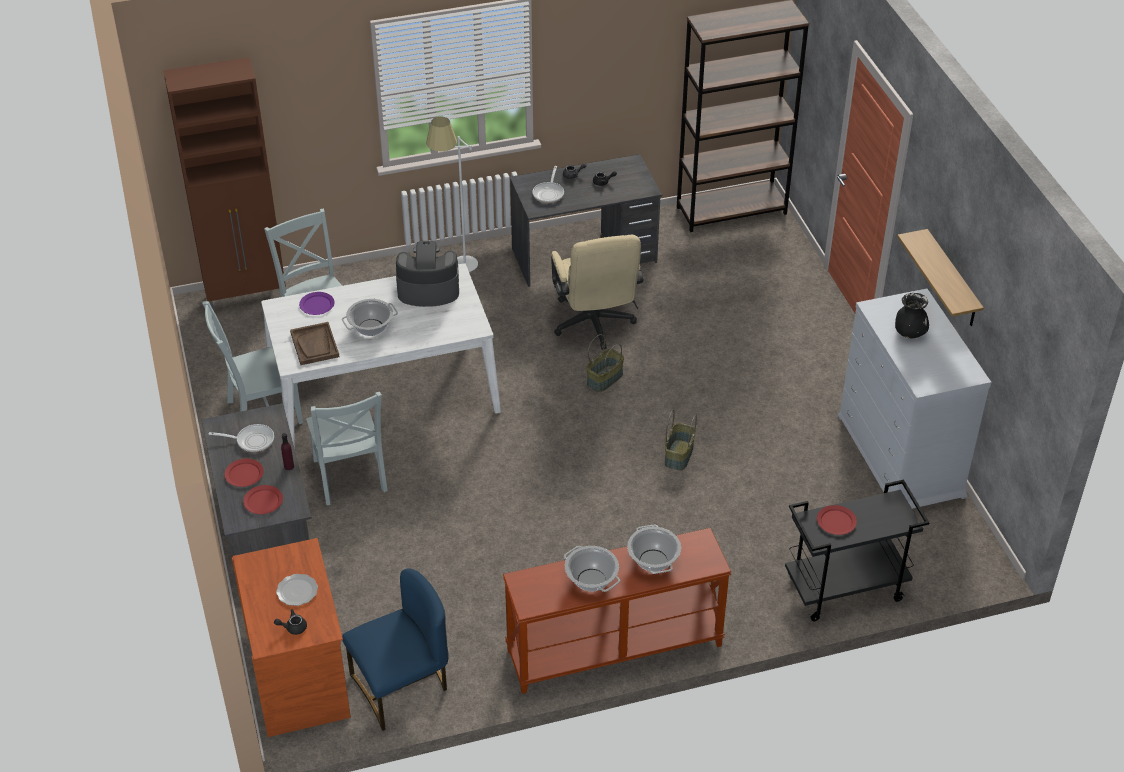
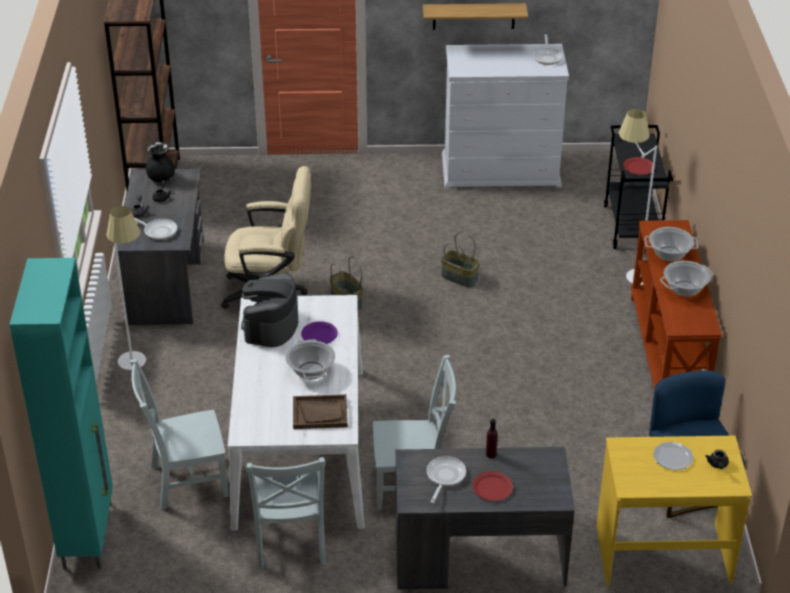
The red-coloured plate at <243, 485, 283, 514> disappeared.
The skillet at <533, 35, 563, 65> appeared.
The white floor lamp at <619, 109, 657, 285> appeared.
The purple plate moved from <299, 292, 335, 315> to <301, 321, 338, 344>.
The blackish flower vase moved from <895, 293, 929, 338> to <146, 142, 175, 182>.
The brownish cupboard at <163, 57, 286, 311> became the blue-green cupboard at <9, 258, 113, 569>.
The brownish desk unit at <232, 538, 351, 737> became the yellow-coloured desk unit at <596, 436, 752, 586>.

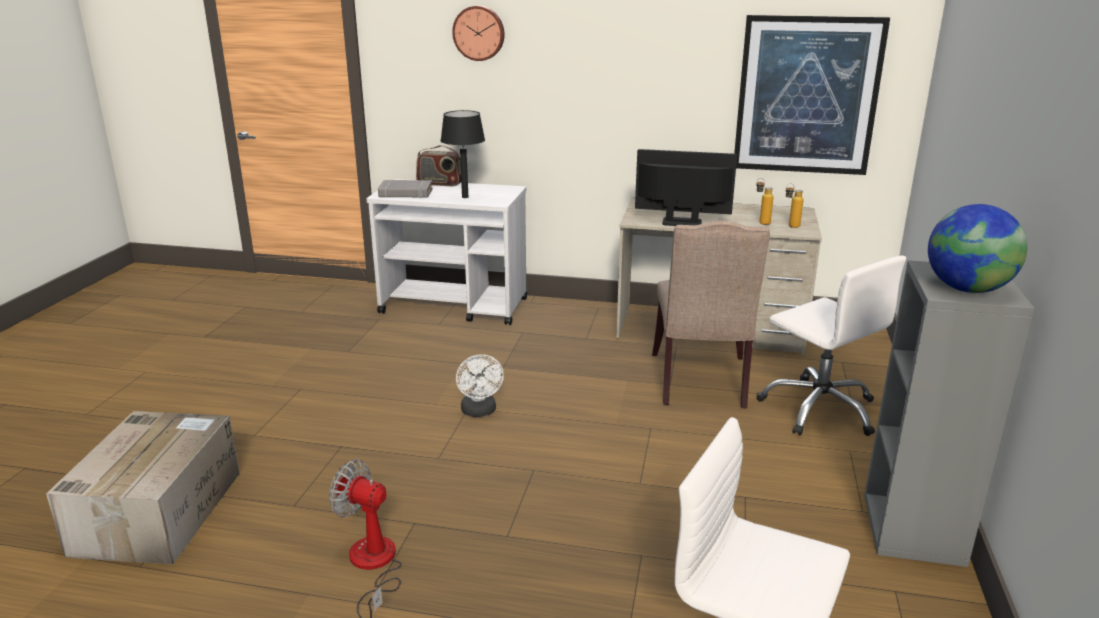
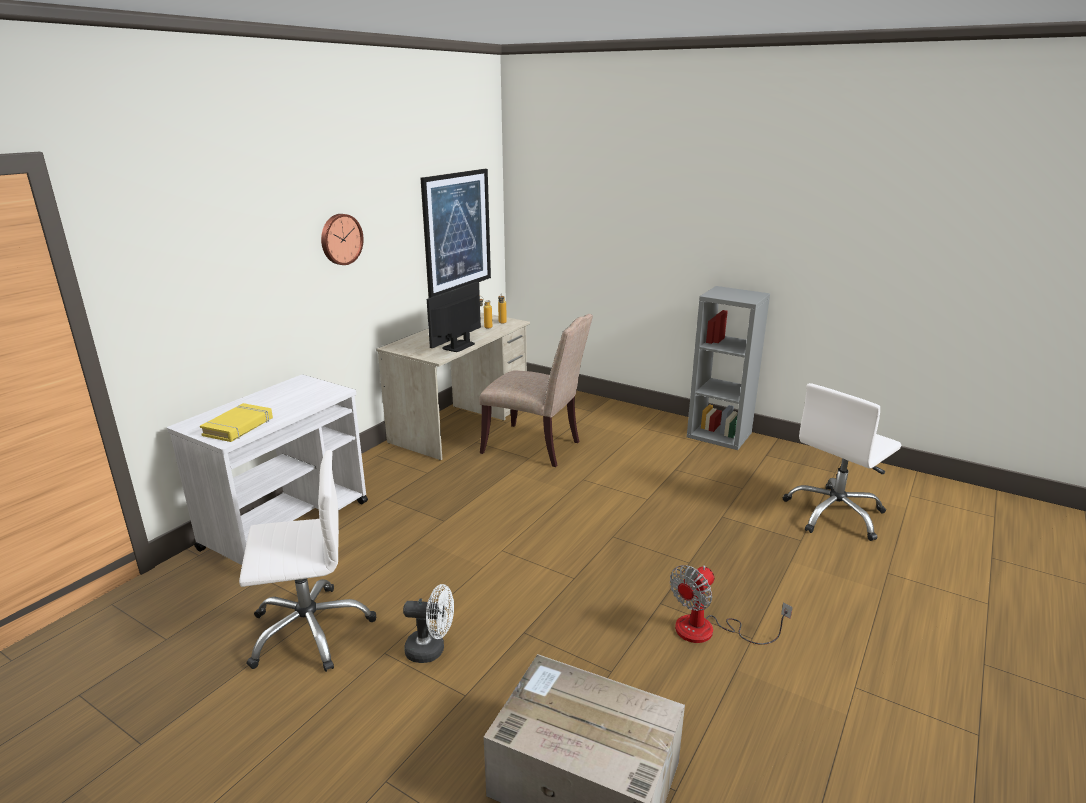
The radio at <416, 145, 461, 186> disappeared.
The blackish lamp for a table at <440, 110, 485, 198> disappeared.
The globe at <928, 204, 1027, 293> disappeared.
The hanging clock moved from <452, 6, 505, 61> to <321, 214, 364, 265>.
The white electric fan moved from <456, 354, 504, 417> to <403, 584, 454, 663>.
The white computer chair moved from <757, 256, 906, 436> to <239, 450, 376, 672>.
The gray volume at <378, 180, 433, 198> became the yellow-coloured volume at <200, 403, 273, 442>.

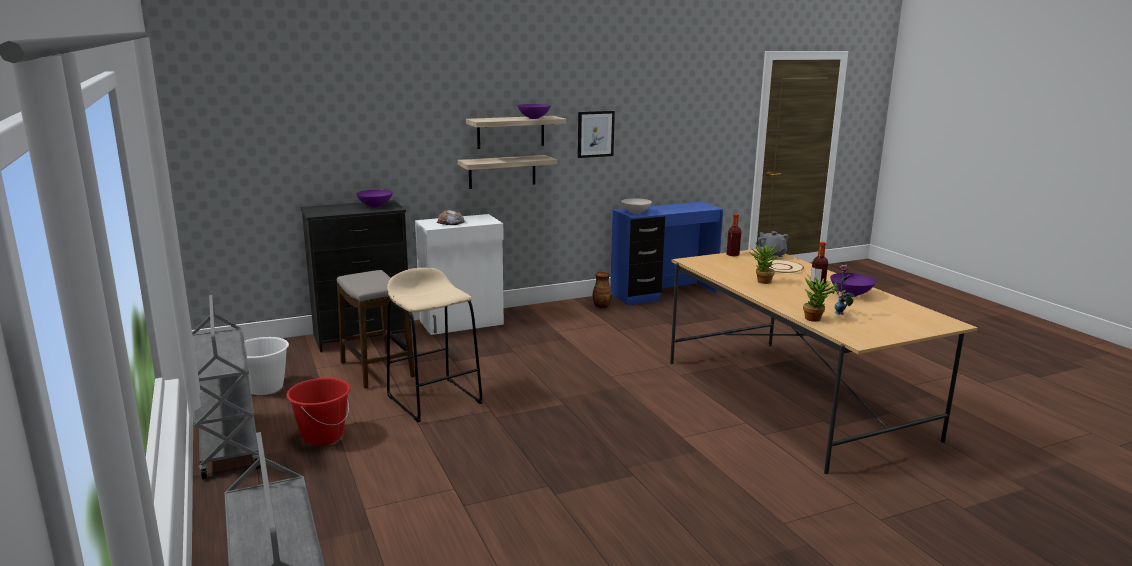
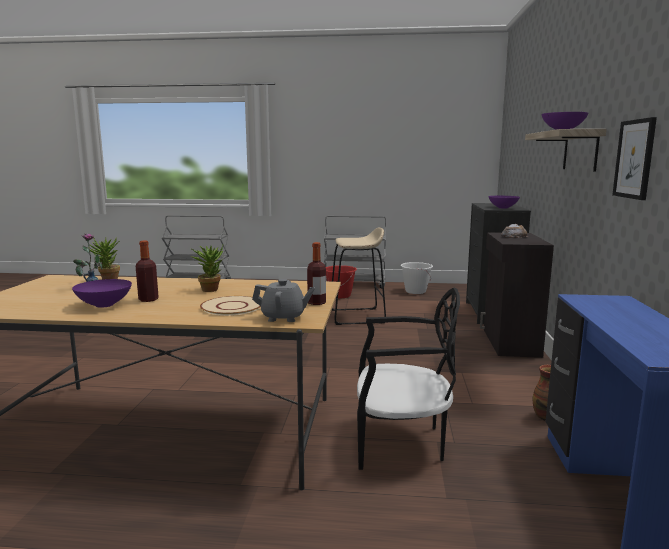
The sitting stool at <337, 270, 415, 389> disappeared.
The shelf at <458, 155, 557, 189> disappeared.
The white bowl at <621, 198, 652, 214> disappeared.
The blackish plain chair at <357, 287, 460, 470> appeared.
The white cupboard at <415, 214, 504, 335> became the blackish cupboard at <480, 232, 554, 358>.

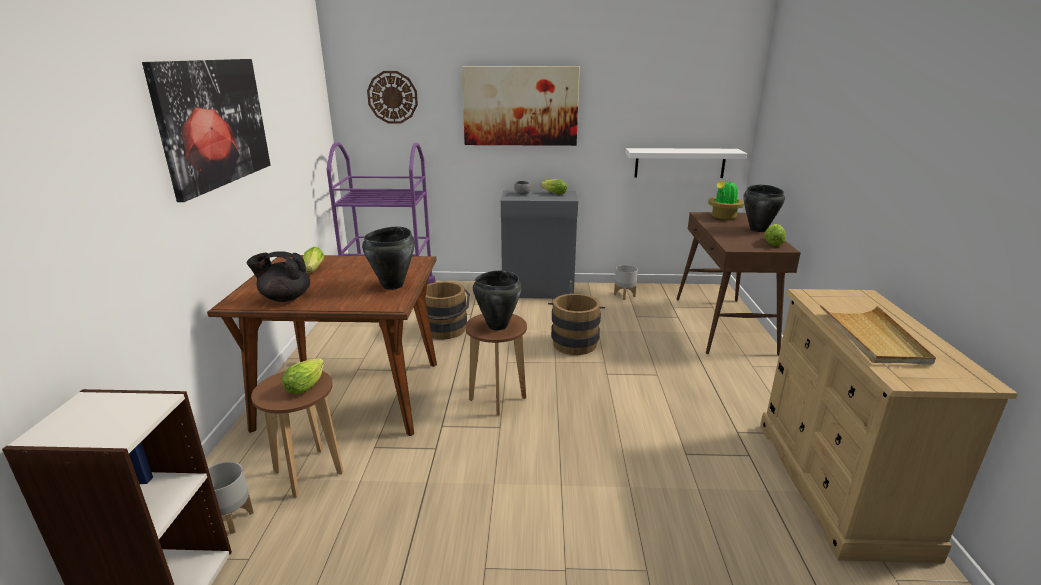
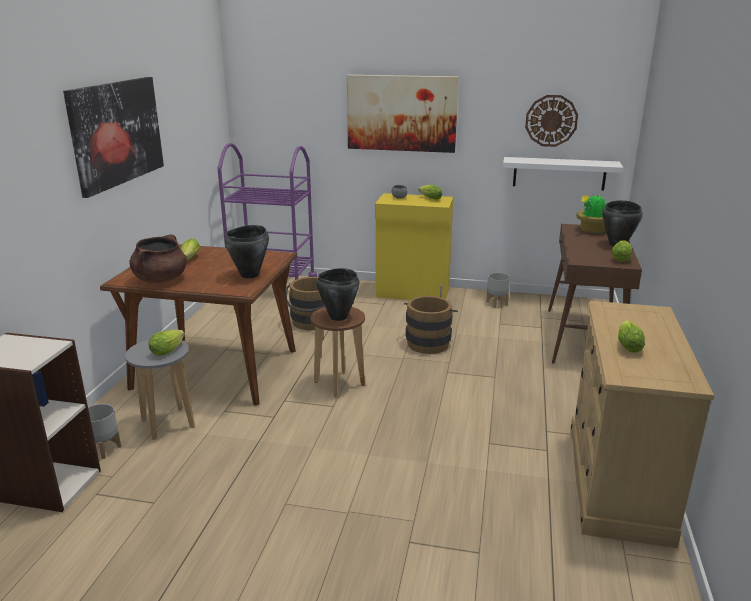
The hanging clock moved from <367, 71, 418, 124> to <525, 95, 578, 147>.
The blackish pot for tea at <247, 251, 310, 302> was replaced by the brownish saucepot at <129, 235, 187, 283>.
The beige-coloured carrying tray at <820, 305, 936, 364> was replaced by the lettuce head at <618, 320, 645, 353>.
The brownish sitting stool at <251, 371, 344, 497> became the gray sitting stool at <125, 339, 195, 440>.
The gray cupboard at <501, 190, 578, 299> became the yellow-coloured cupboard at <375, 193, 453, 300>.

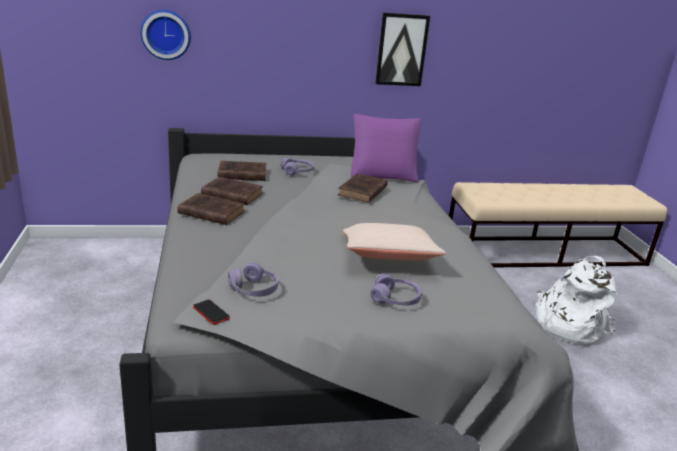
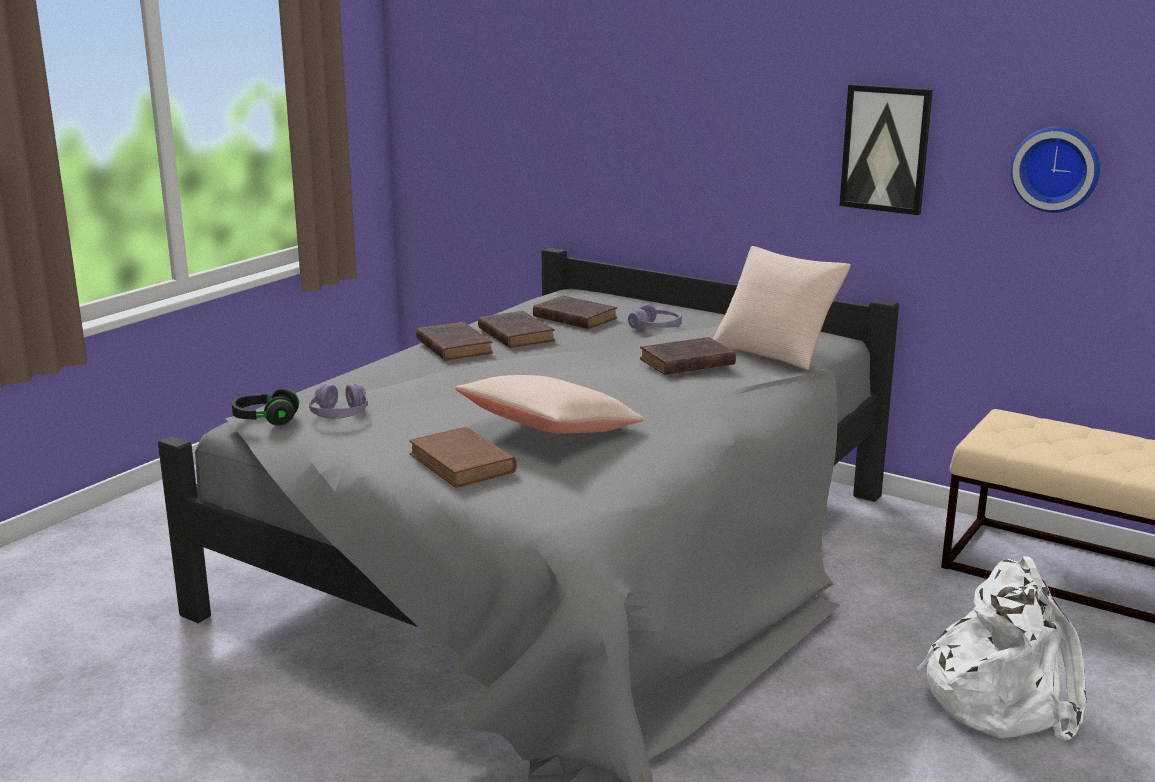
The hanging clock moved from <140, 10, 191, 60> to <1011, 126, 1100, 213>.
The handset at <193, 300, 230, 325> was replaced by the blackish pair of headphones at <232, 388, 299, 426>.
The purple pair of headphones at <370, 273, 422, 305> was replaced by the brownish volume at <409, 427, 517, 488>.
The purple pillow at <351, 114, 421, 182> became the beige-coloured pillow at <713, 246, 851, 370>.

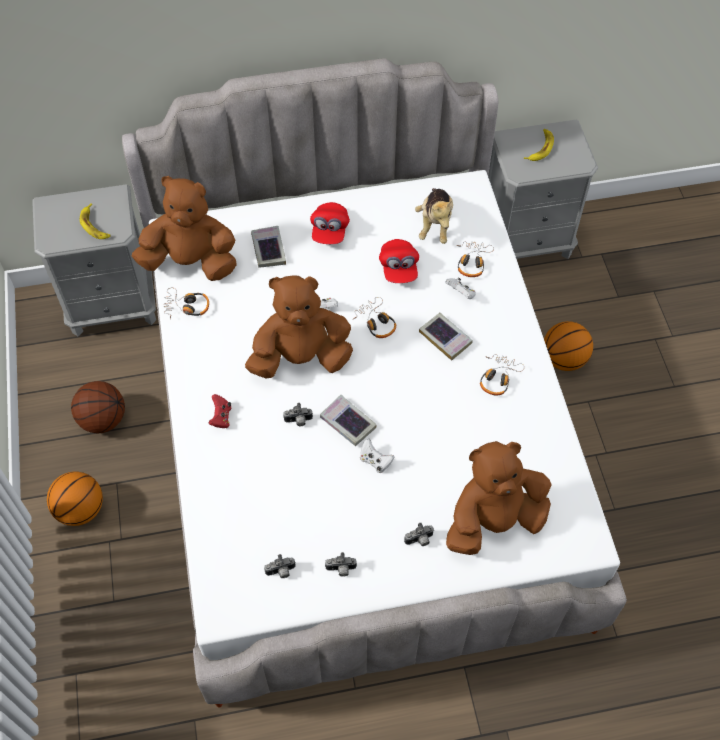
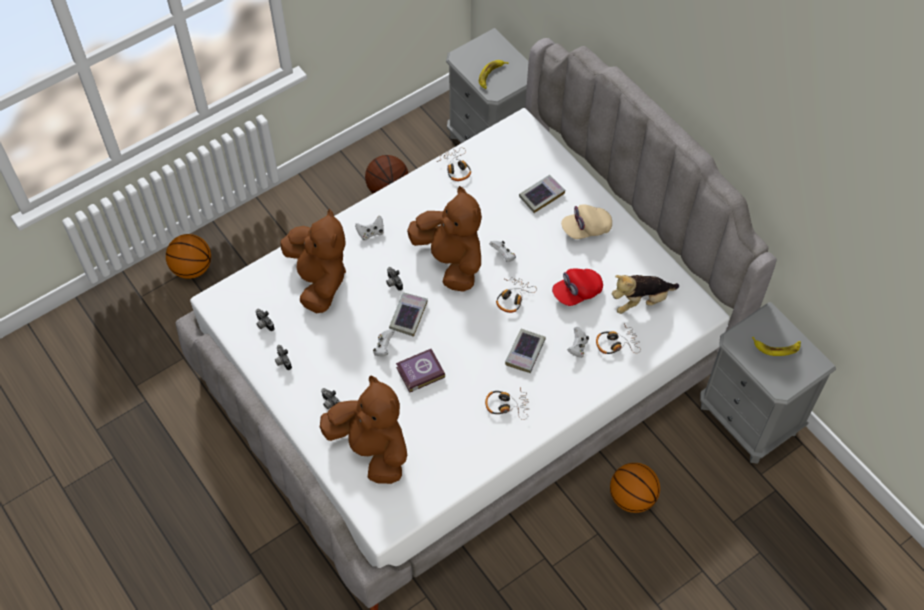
The volume at <396, 349, 445, 393> appeared.
The basketball moved from <47, 472, 103, 526> to <166, 234, 211, 279>.
The brownish cuddly toy moved from <132, 176, 237, 281> to <281, 209, 346, 313>.
The red-coloured game controller at <209, 394, 231, 428> became the white game controller at <355, 215, 384, 240>.
The red-coloured baseball cap at <310, 202, 350, 244> became the beige-coloured baseball cap at <561, 204, 612, 239>.

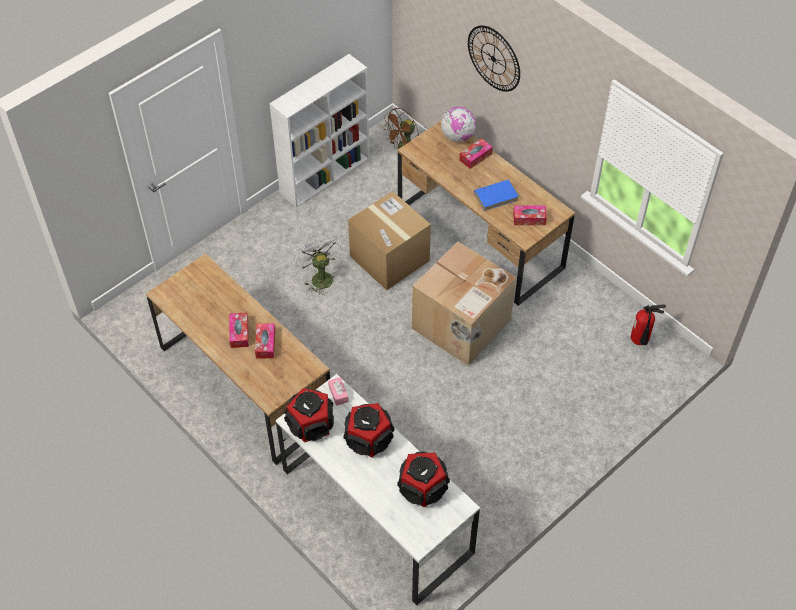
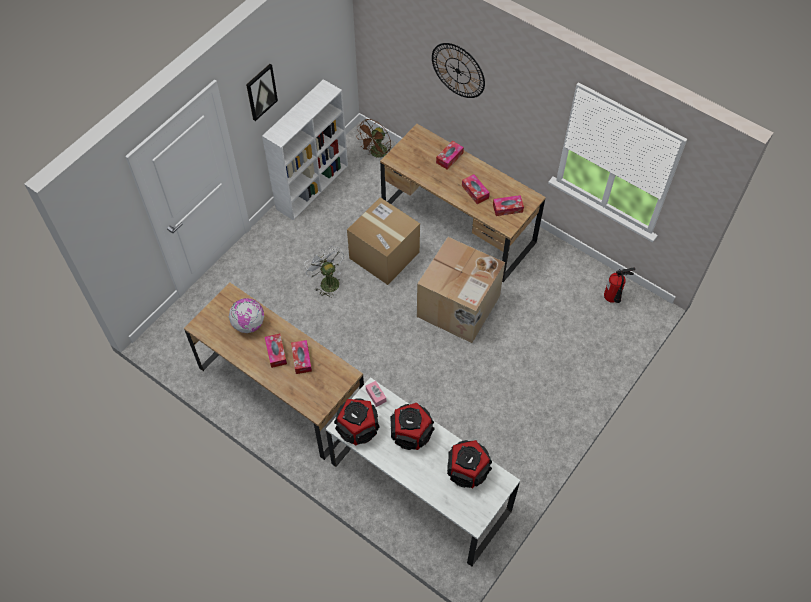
The wall picture at <246, 64, 278, 121> appeared.
The globe moved from <441, 107, 476, 142> to <229, 298, 264, 333>.
The bluish volume at <474, 180, 519, 211> was replaced by the tissue box at <462, 174, 490, 204>.

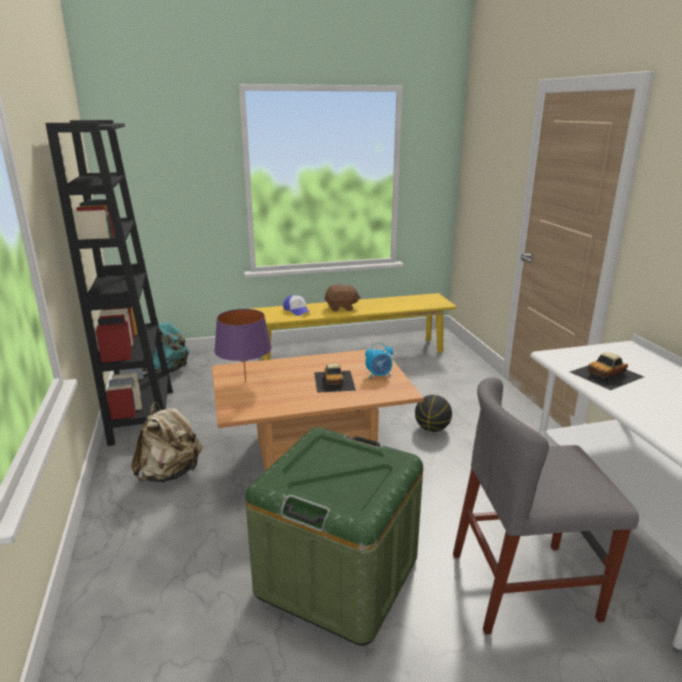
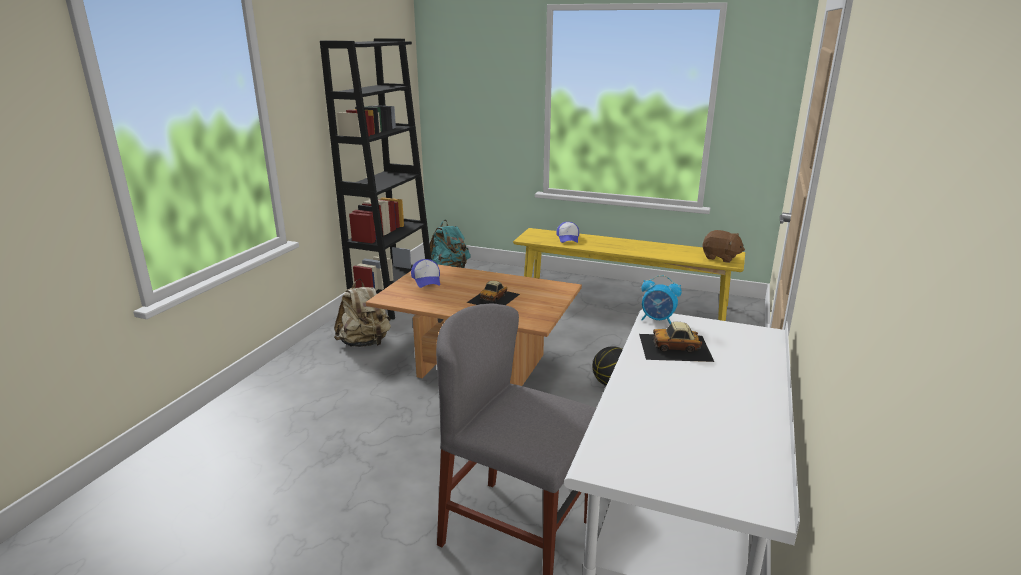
The green storage bin at <245, 427, 423, 646> disappeared.
The brownish cuddly toy moved from <325, 284, 361, 311> to <702, 230, 745, 263>.
The bedside clock moved from <365, 343, 393, 378> to <641, 275, 682, 324>.
The purple lamp for a table at <214, 309, 272, 383> was replaced by the baseball cap at <411, 259, 440, 288>.

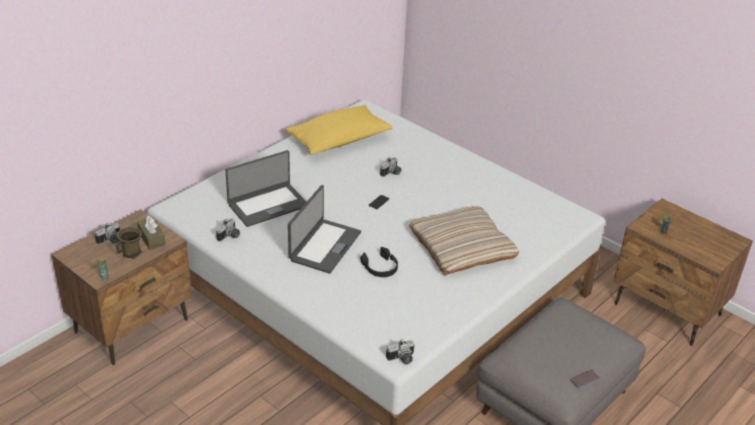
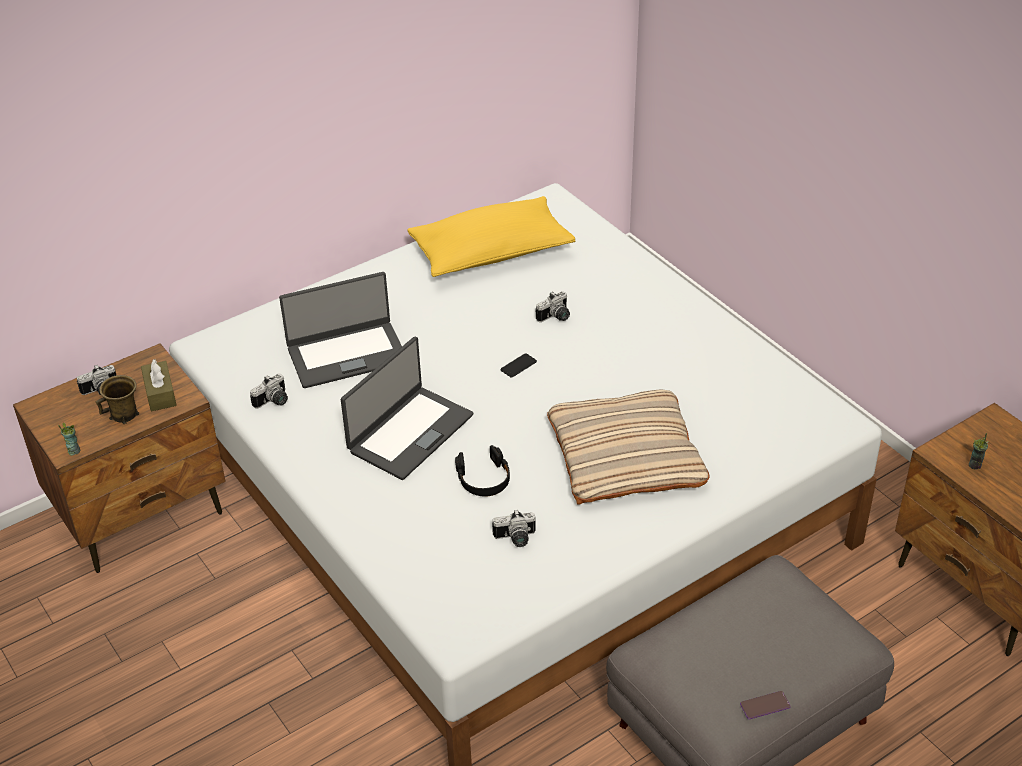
The photo camera moved from <386, 339, 415, 364> to <492, 510, 536, 547>.

